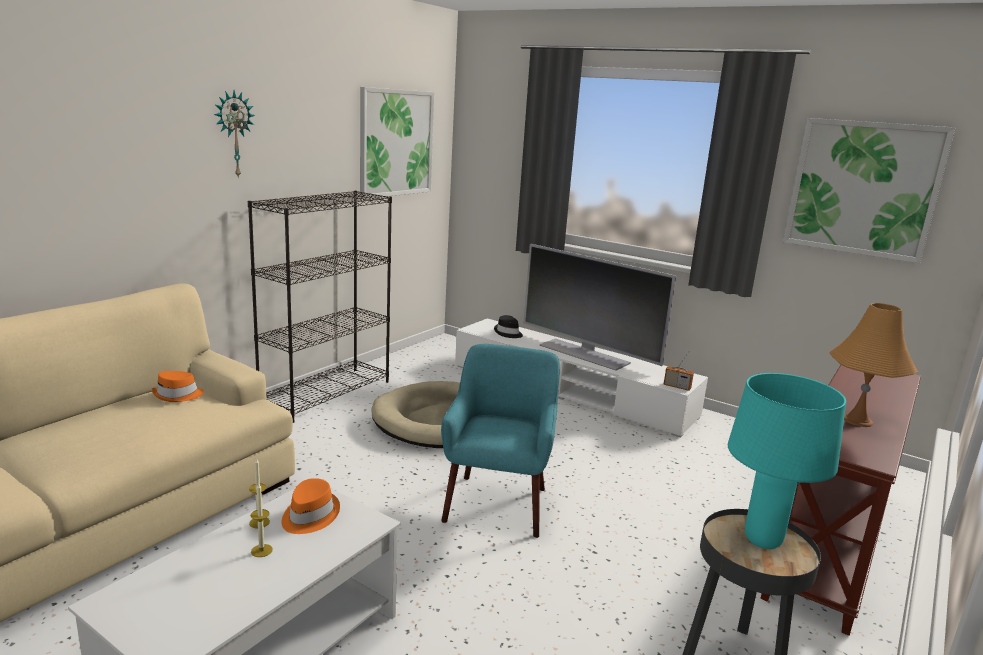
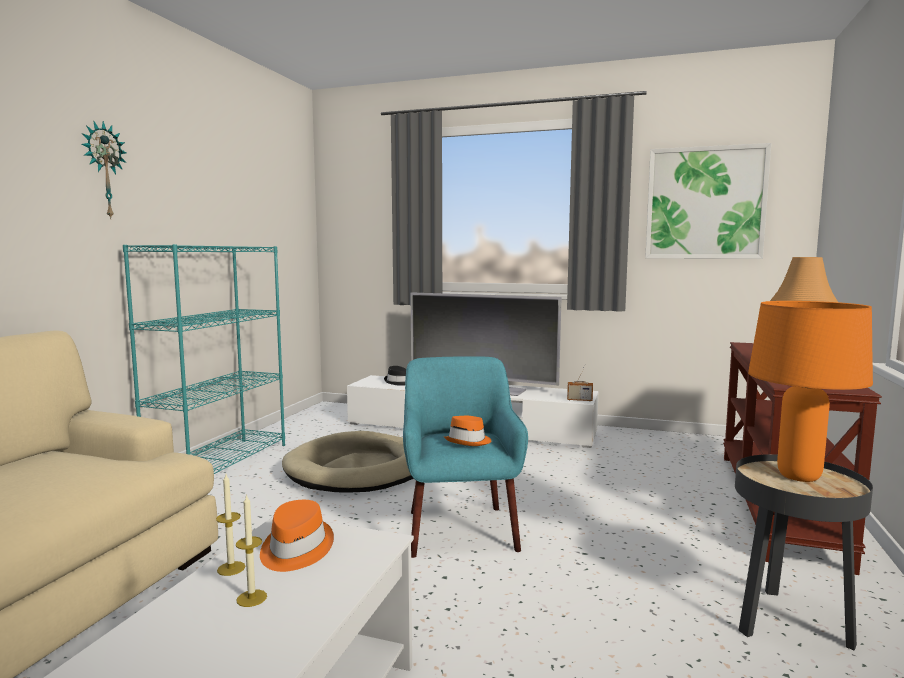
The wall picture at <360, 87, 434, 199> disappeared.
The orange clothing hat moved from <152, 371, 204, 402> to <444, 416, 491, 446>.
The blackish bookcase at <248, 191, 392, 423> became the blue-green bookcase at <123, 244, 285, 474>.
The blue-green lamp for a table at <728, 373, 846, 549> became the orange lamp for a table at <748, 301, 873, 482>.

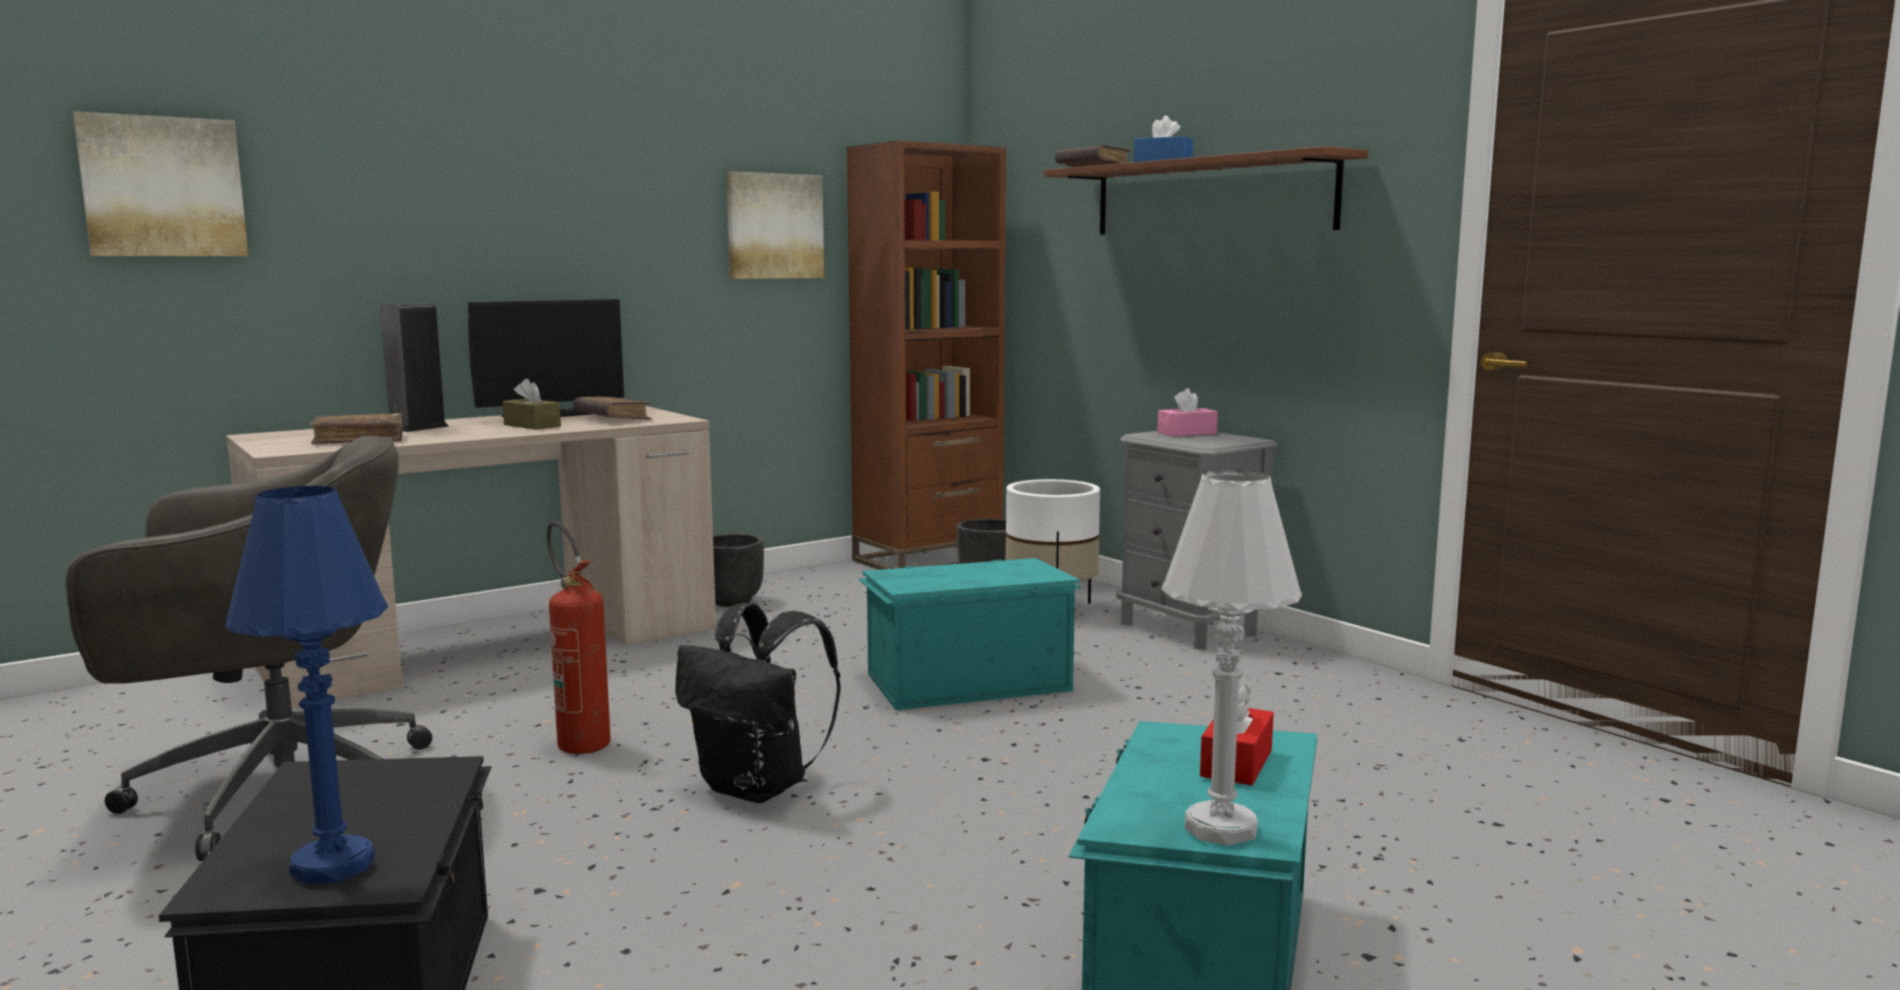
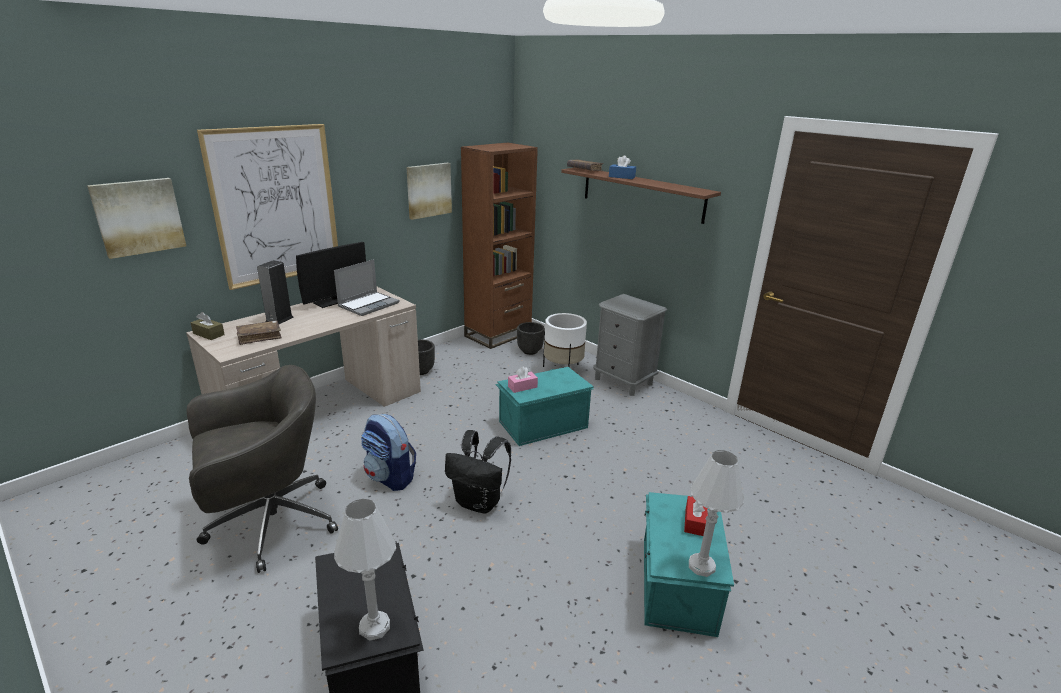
The wall picture at <197, 124, 338, 290> appeared.
The brownish tissue box moved from <502, 378, 561, 430> to <191, 312, 225, 340>.
The pinkish tissue box moved from <1158, 388, 1218, 436> to <508, 366, 538, 393>.
The extinguisher at <547, 521, 611, 754> was replaced by the rucksack at <361, 414, 416, 491>.
The brownish volume at <573, 397, 651, 420> was replaced by the portable computer at <334, 259, 400, 316>.
The bluish lamp for a table at <226, 486, 389, 884> became the white lamp for a table at <334, 499, 396, 641>.

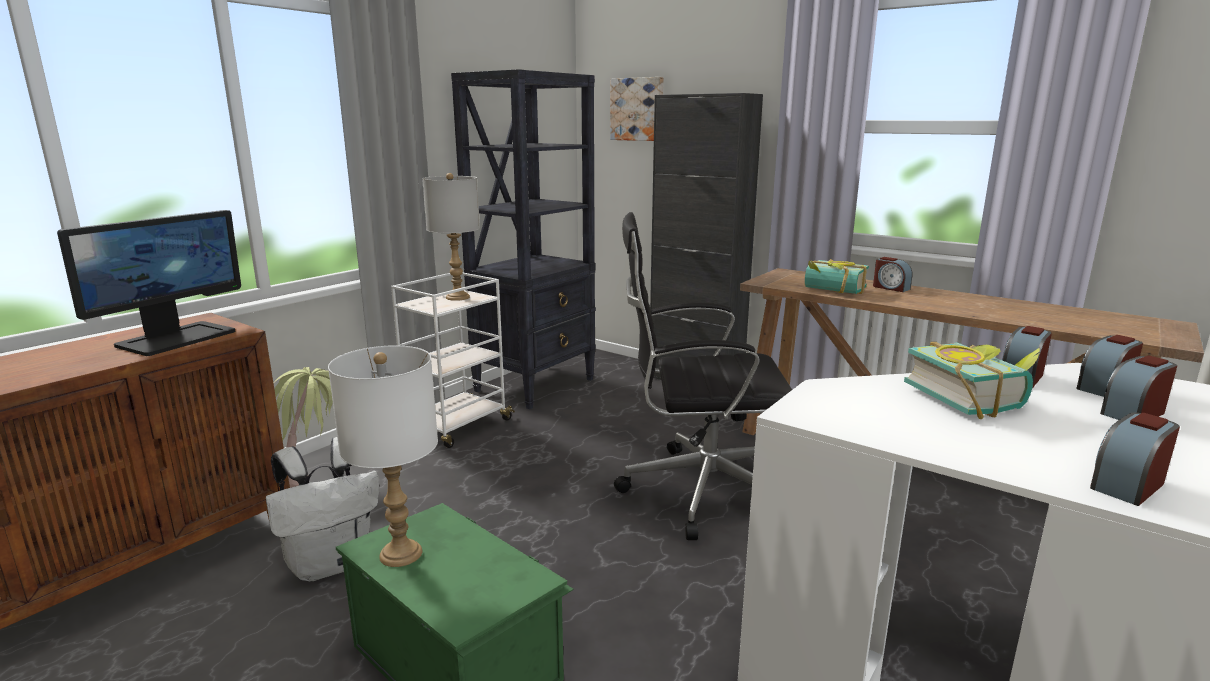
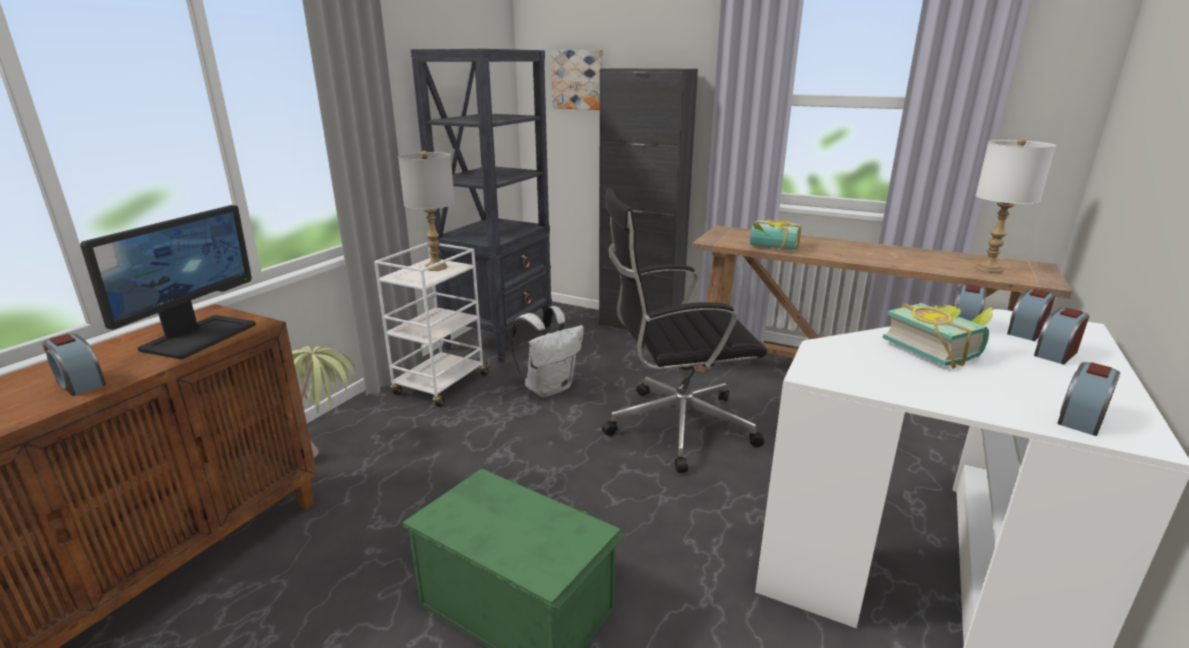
The white rucksack moved from <266, 437, 379, 581> to <511, 306, 584, 398>.
The white lamp for a table moved from <328, 345, 438, 567> to <975, 138, 1056, 273>.
The bedside clock moved from <873, 257, 912, 292> to <42, 334, 106, 396>.

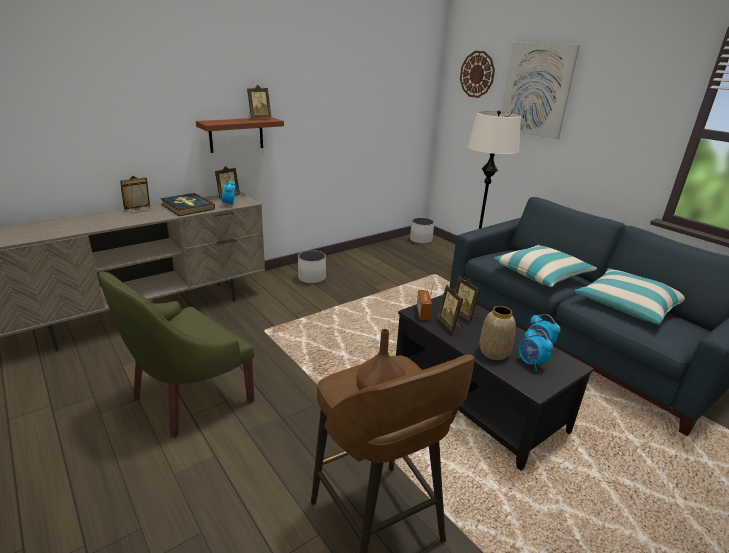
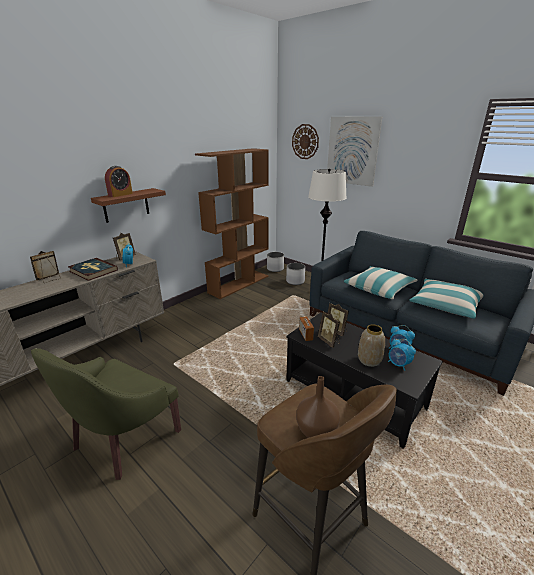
The standing frame at <247, 85, 271, 119> disappeared.
The bedside clock at <105, 166, 133, 197> appeared.
The brownish bookcase at <195, 148, 269, 299> appeared.
The white flower pot moved from <298, 250, 326, 284> to <286, 263, 305, 285>.

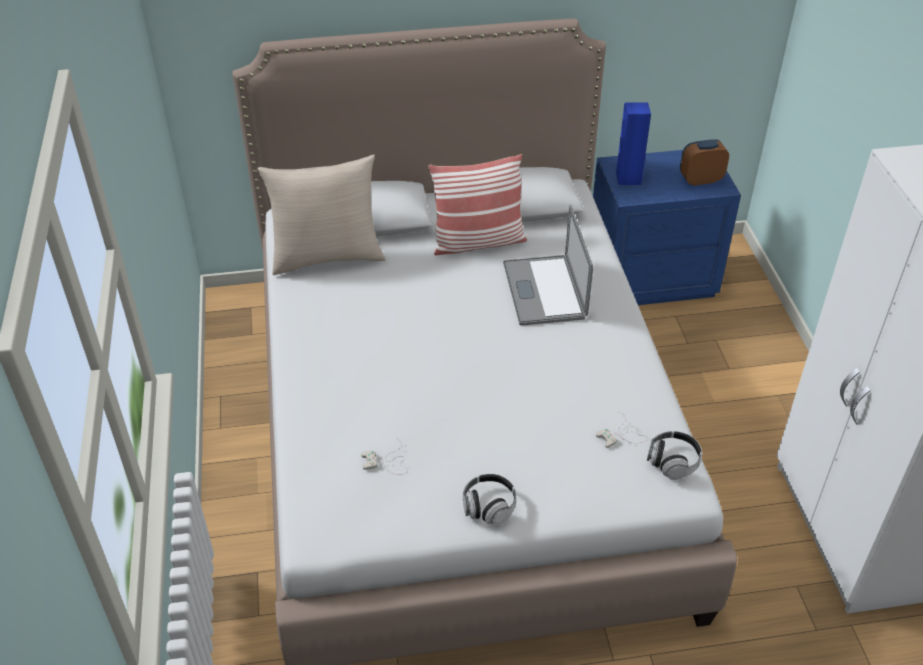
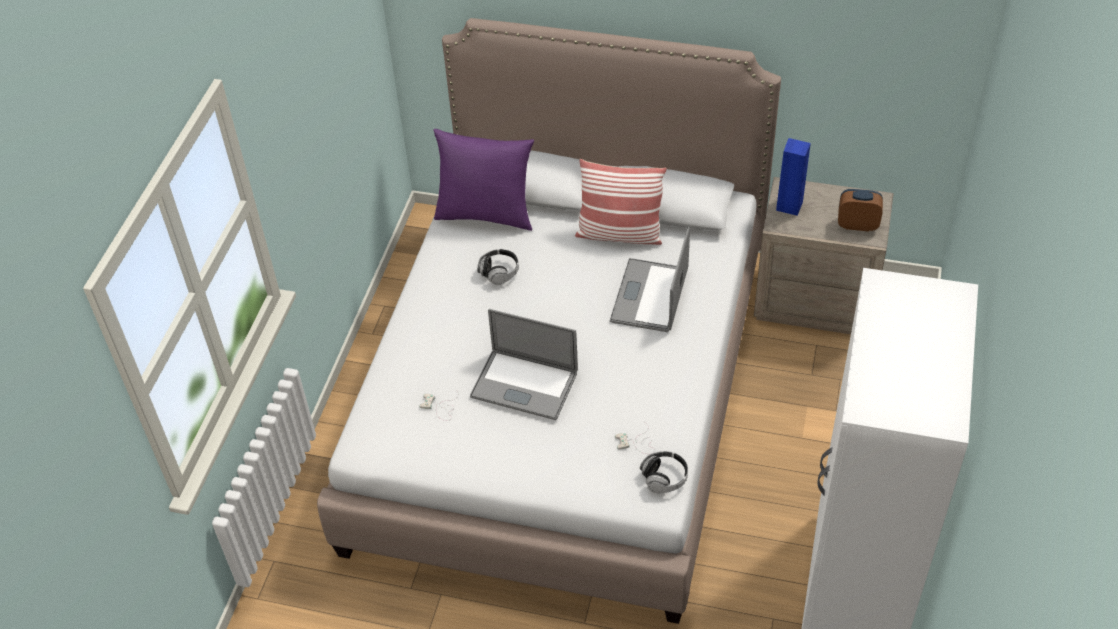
The portable computer at <470, 309, 578, 420> appeared.
The pair of headphones moved from <463, 474, 516, 526> to <477, 249, 519, 285>.
The beige-coloured pillow at <257, 154, 386, 275> became the purple pillow at <433, 129, 534, 231>.
The bluish night table at <593, 150, 741, 305> became the beige-coloured night table at <754, 177, 894, 334>.

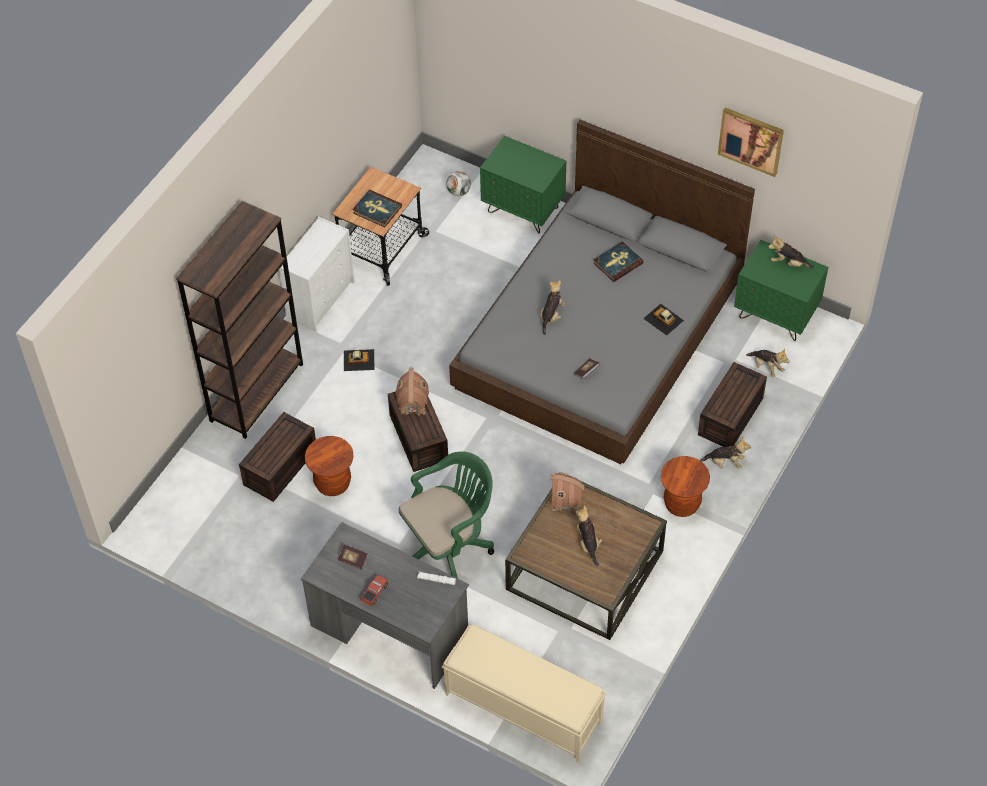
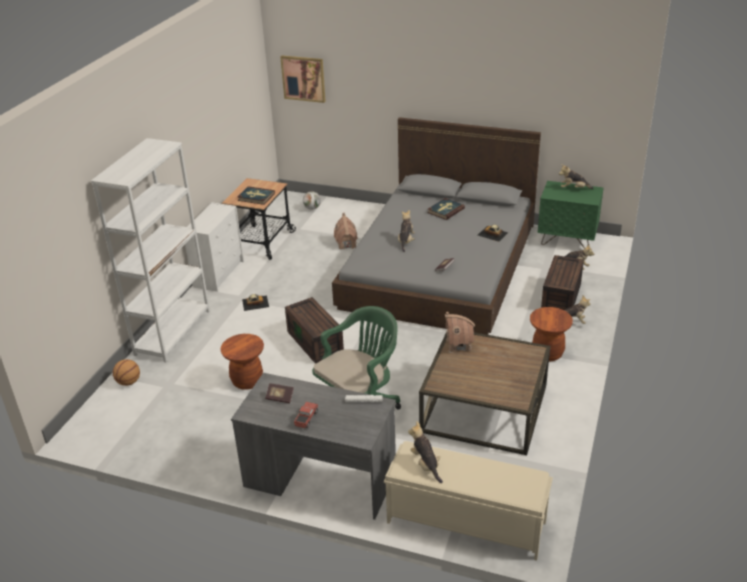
The brownish storage bin at <239, 412, 316, 502> disappeared.
The green night table at <480, 136, 566, 233> disappeared.
The basketball at <113, 359, 140, 386> appeared.
The toy house moved from <396, 367, 429, 416> to <334, 213, 358, 250>.
The cuddly toy moved from <576, 506, 602, 566> to <408, 421, 443, 483>.
The wall picture moved from <718, 107, 784, 177> to <280, 55, 326, 103>.
The brownish bookcase at <176, 201, 303, 439> became the white bookcase at <91, 138, 210, 362>.

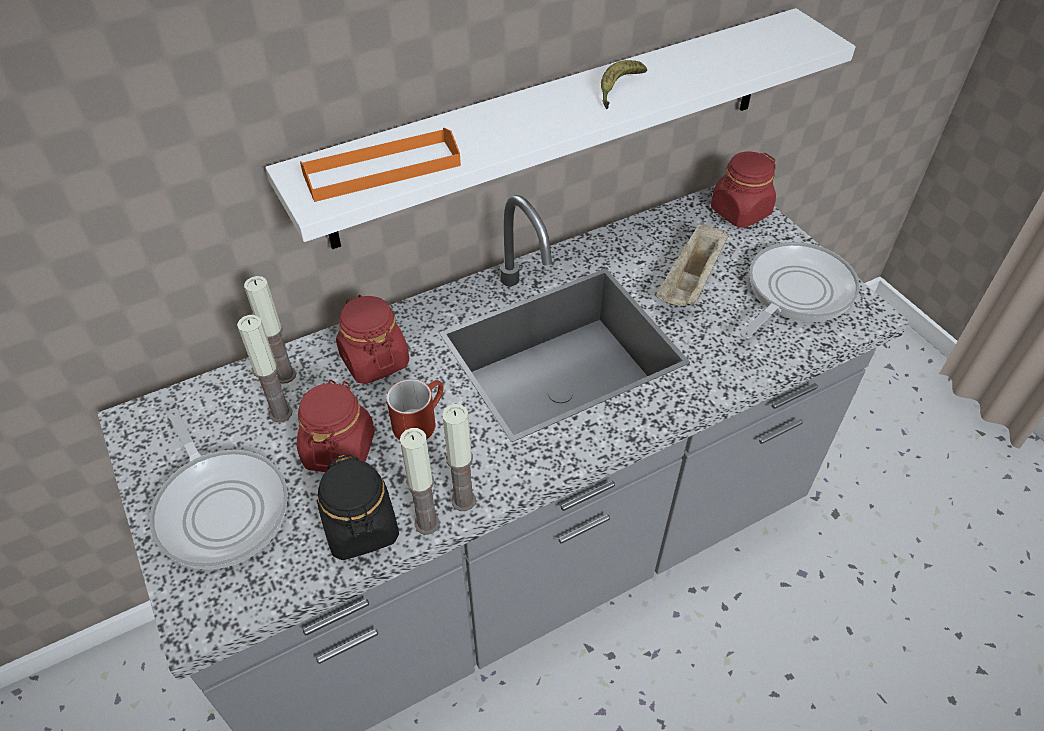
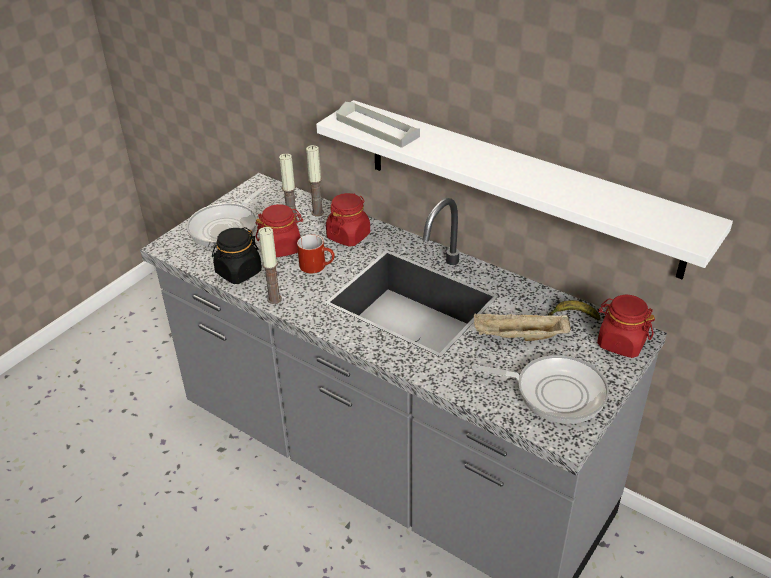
The wax candle at <400, 428, 440, 535> disappeared.
The banana fruit moved from <601, 60, 647, 109> to <548, 300, 600, 321>.
The orange carrying tray at <300, 128, 461, 202> became the gray carrying tray at <336, 102, 420, 148>.

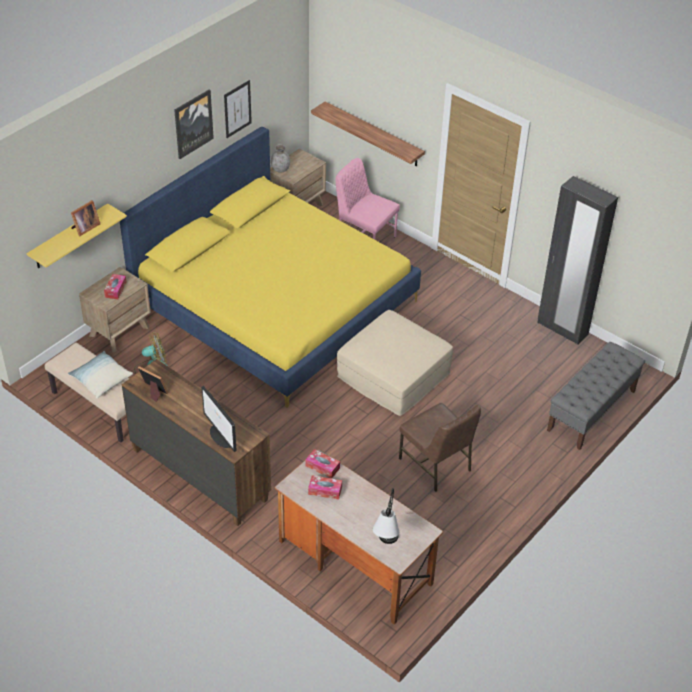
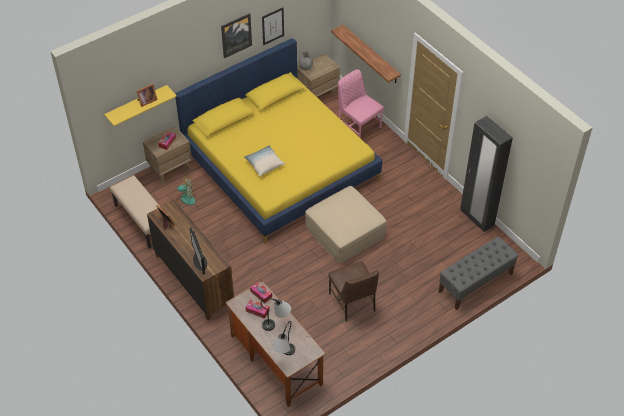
The lamp for a table at <261, 298, 291, 331> appeared.
The pillow moved from <68, 351, 133, 398> to <244, 145, 285, 177>.

